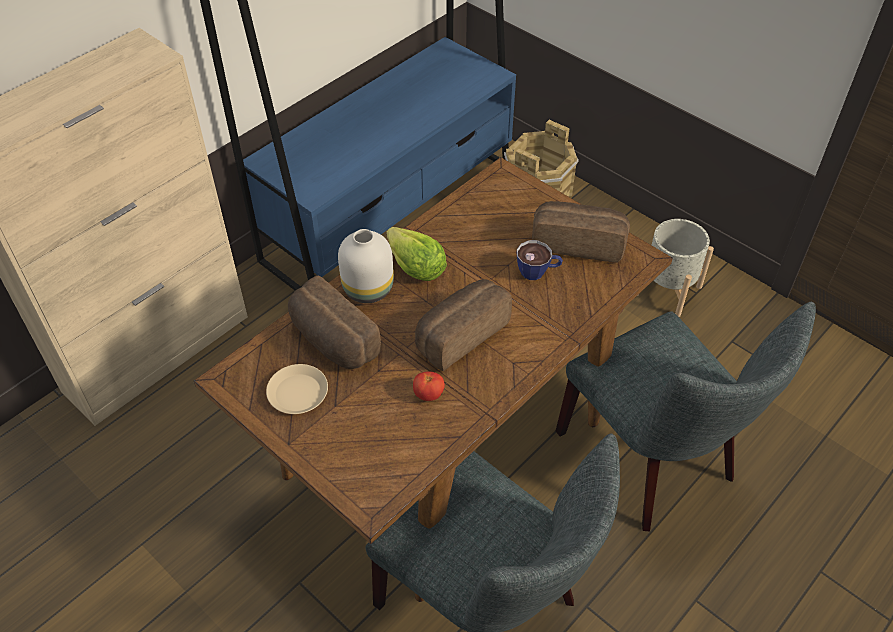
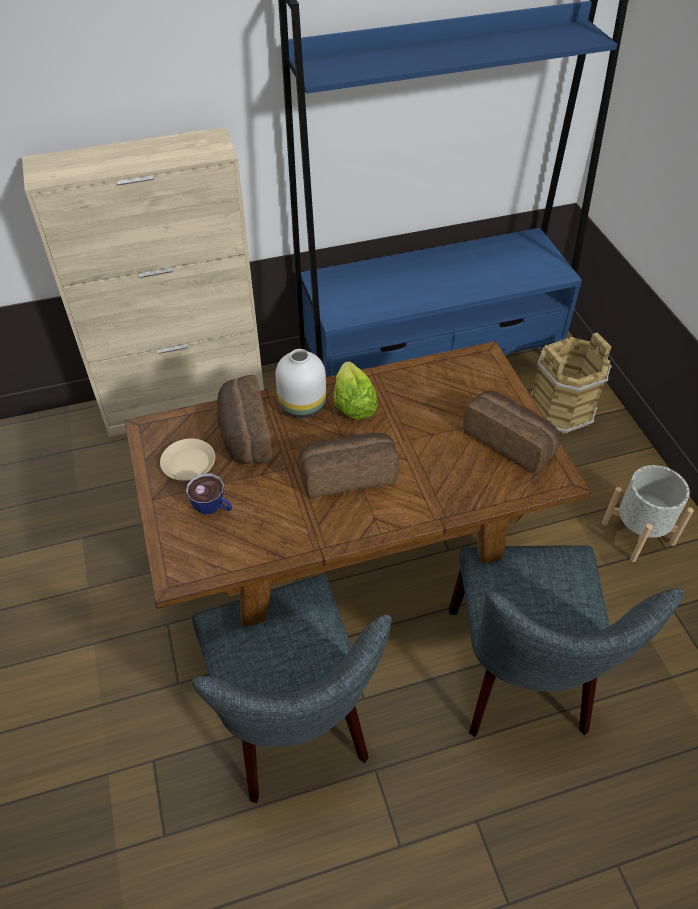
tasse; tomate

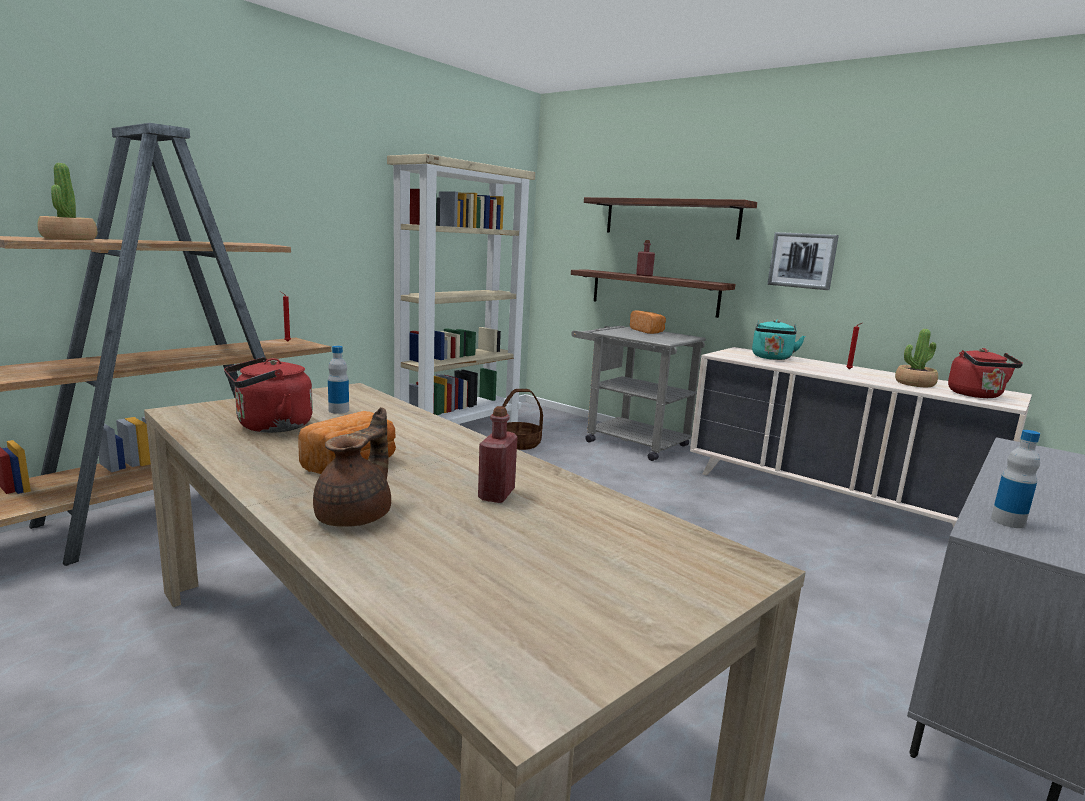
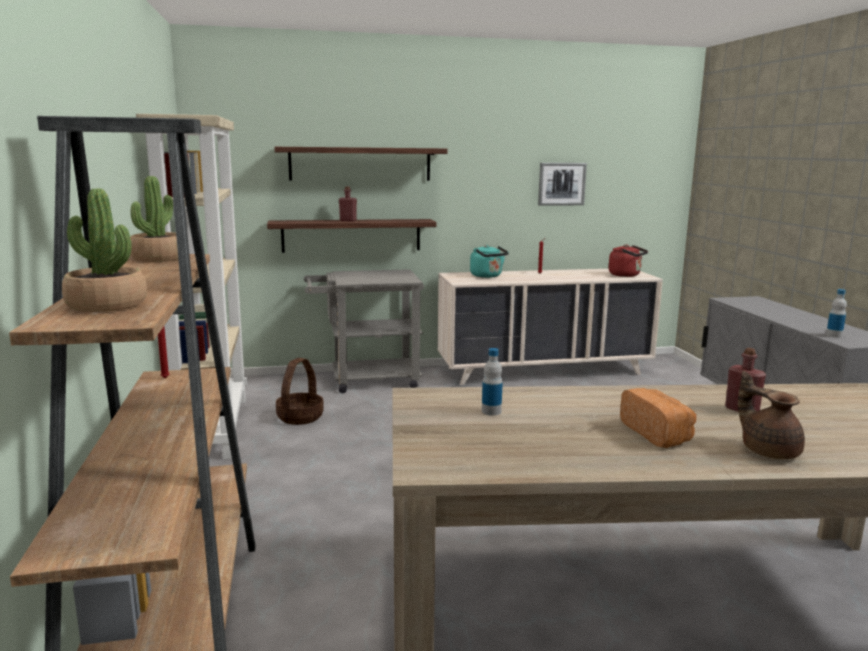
plante en pot (2nd from left); tableau; bouilloire/rouge (1st from left in the first image); pain (2nd from left in the first image)

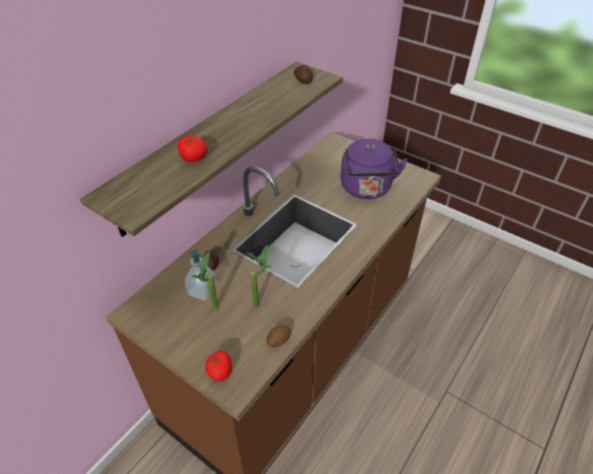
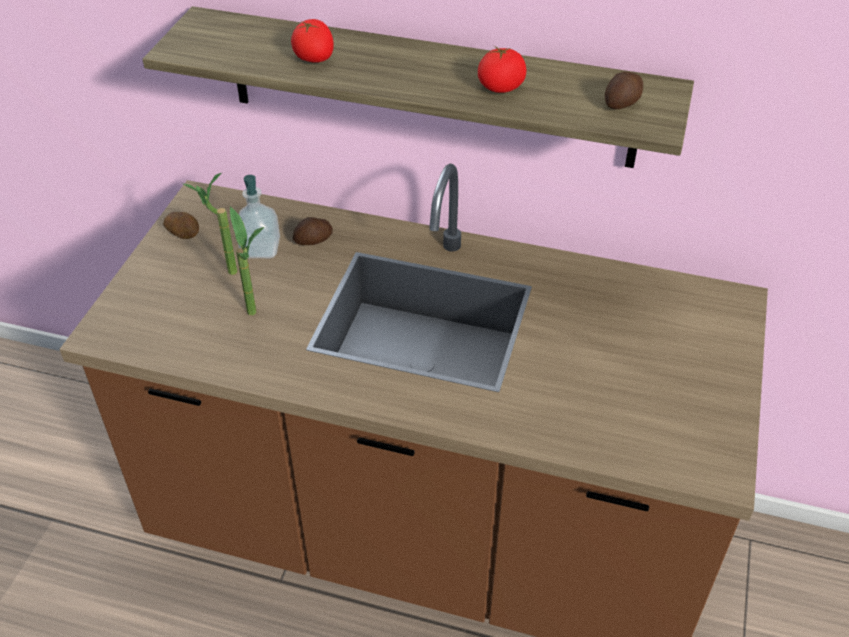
pomme de terre (1st from left); tomate (2nd from left); bouilloire/violet

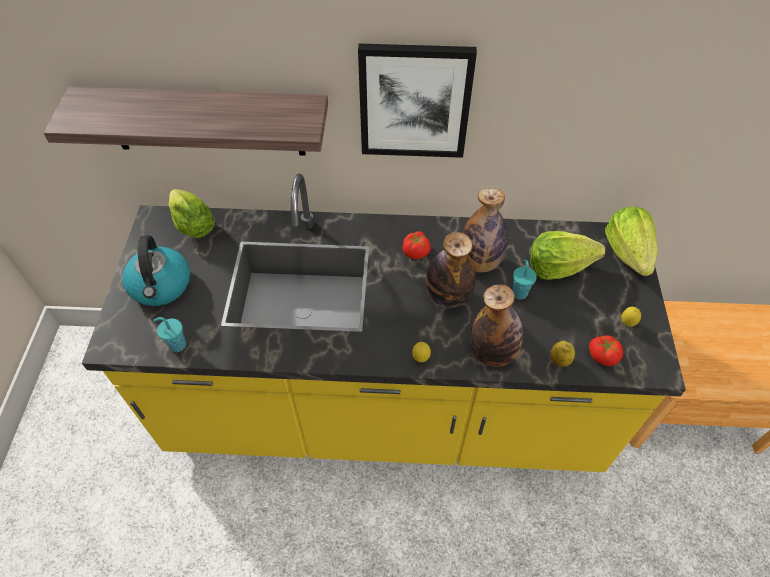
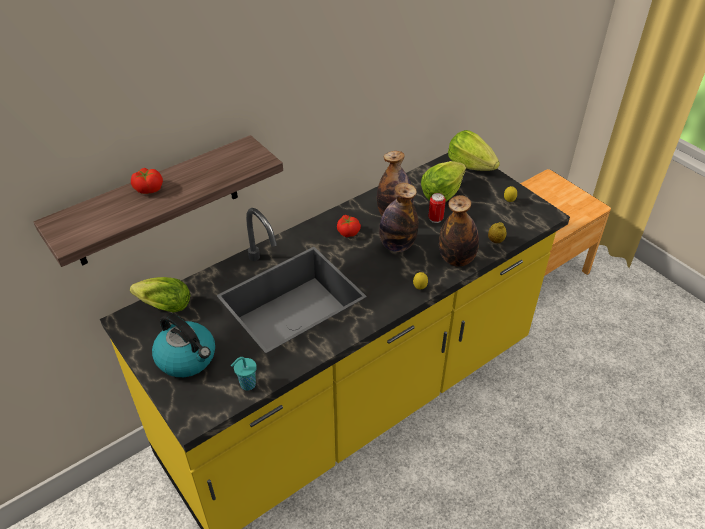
tomate (1st from left); boîte métallique; tableau

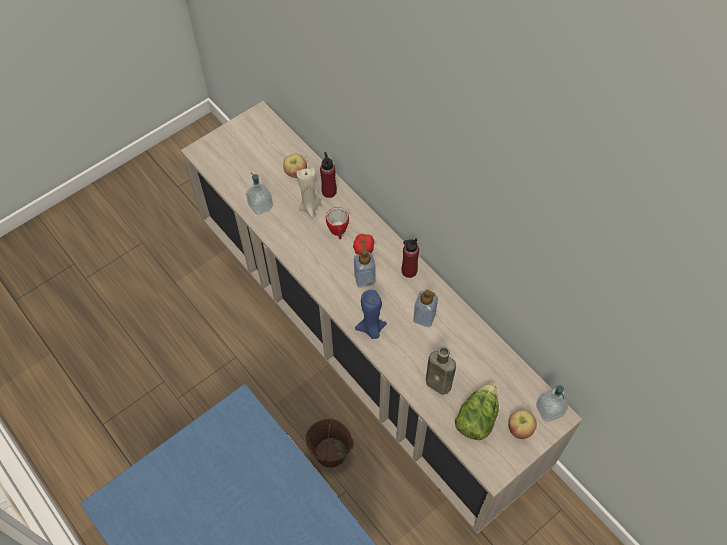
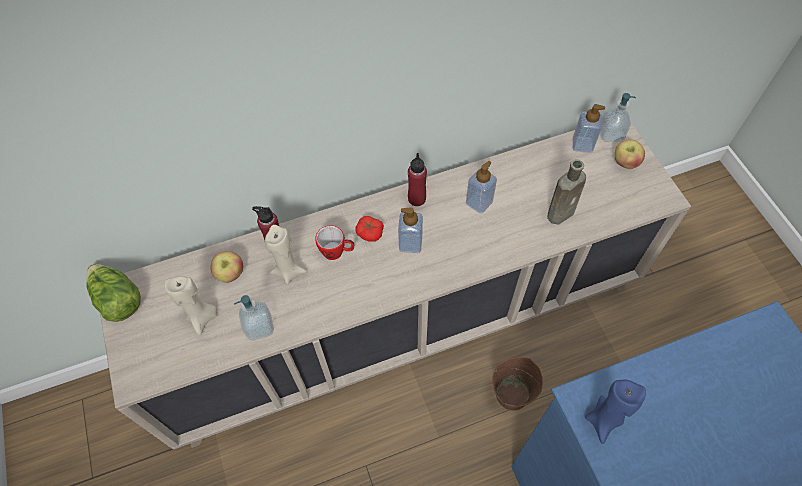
laitue; bougie/beige (1st from left); distributeur de savon (4th from left); bougie/bleu

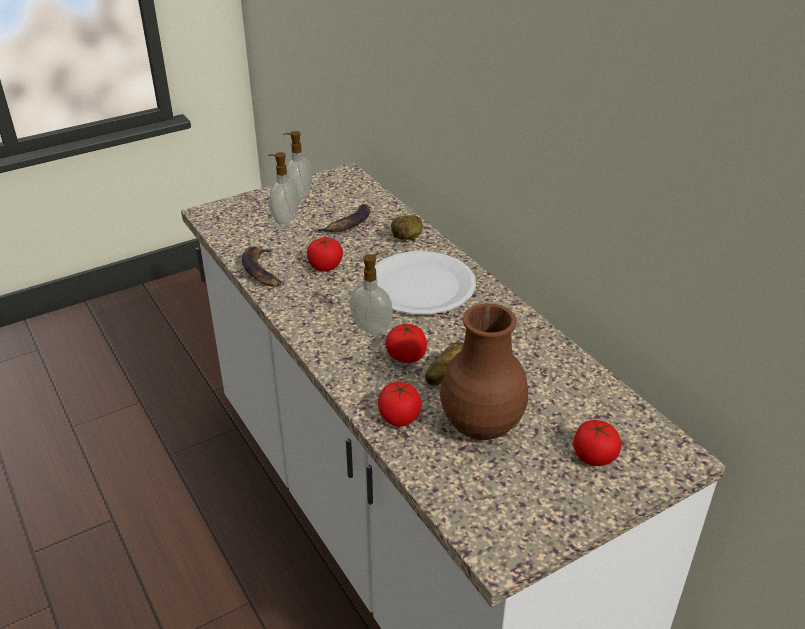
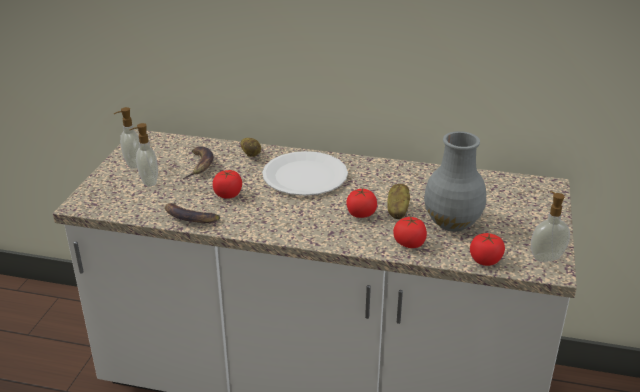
vase/gris; tomate (4th from left); distributeur de savon (3rd from left)

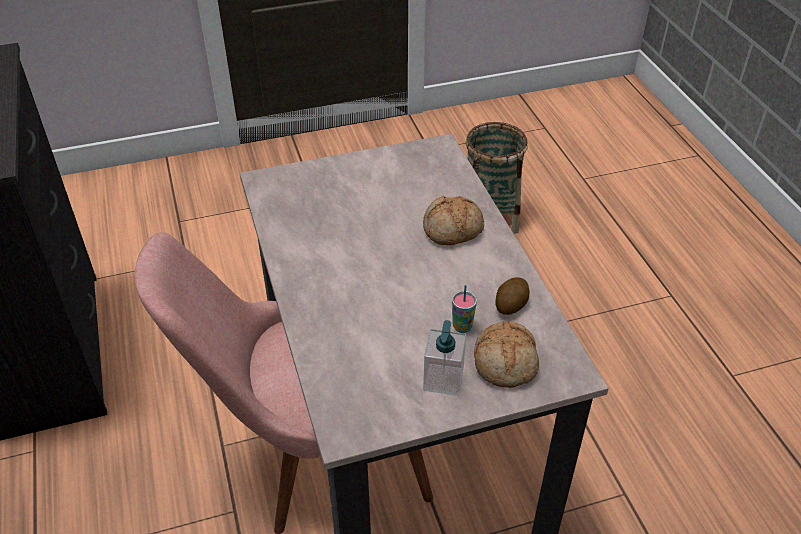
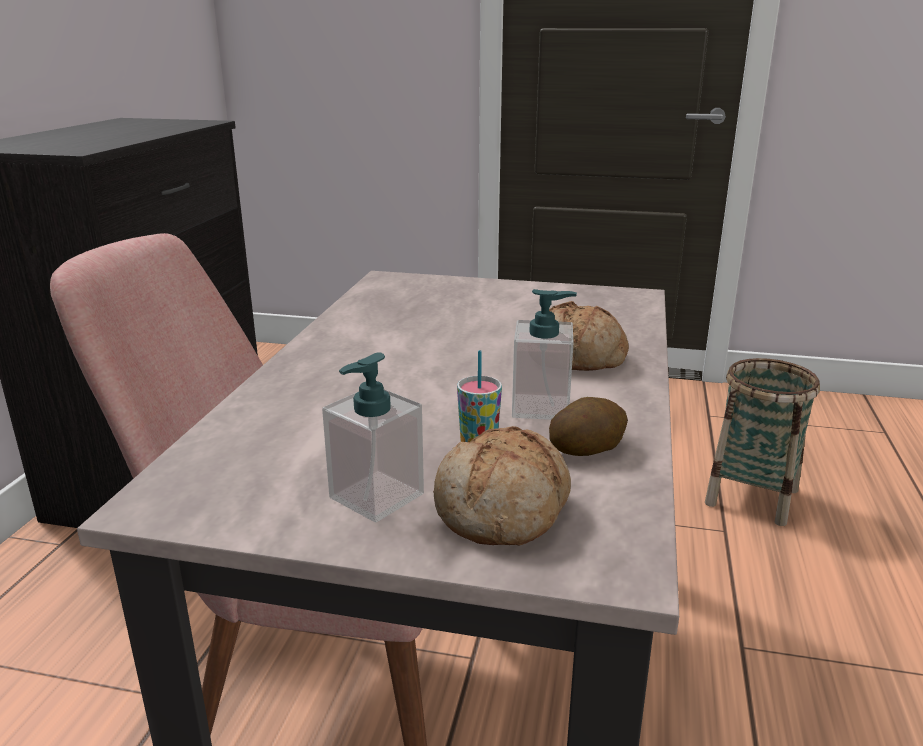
distributeur de savon (2nd from left)

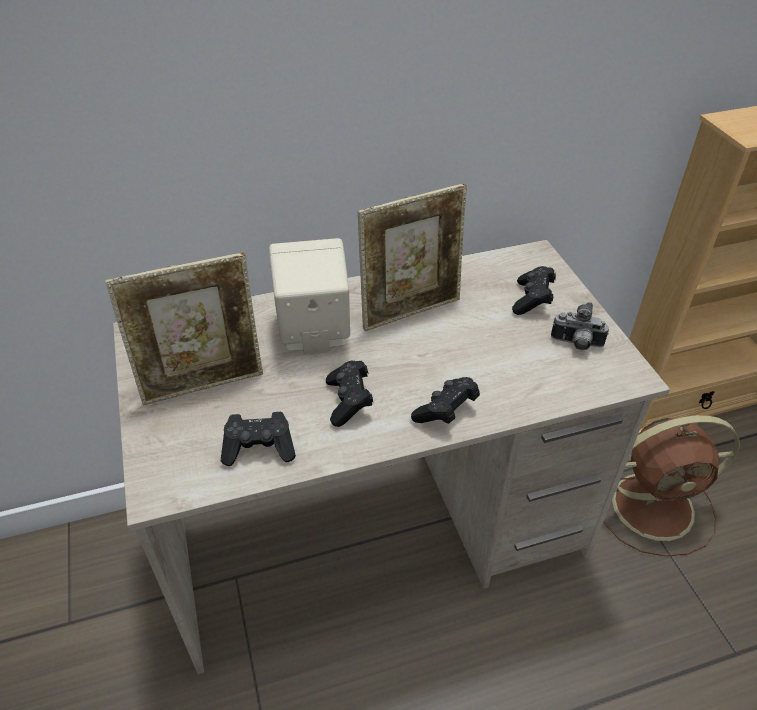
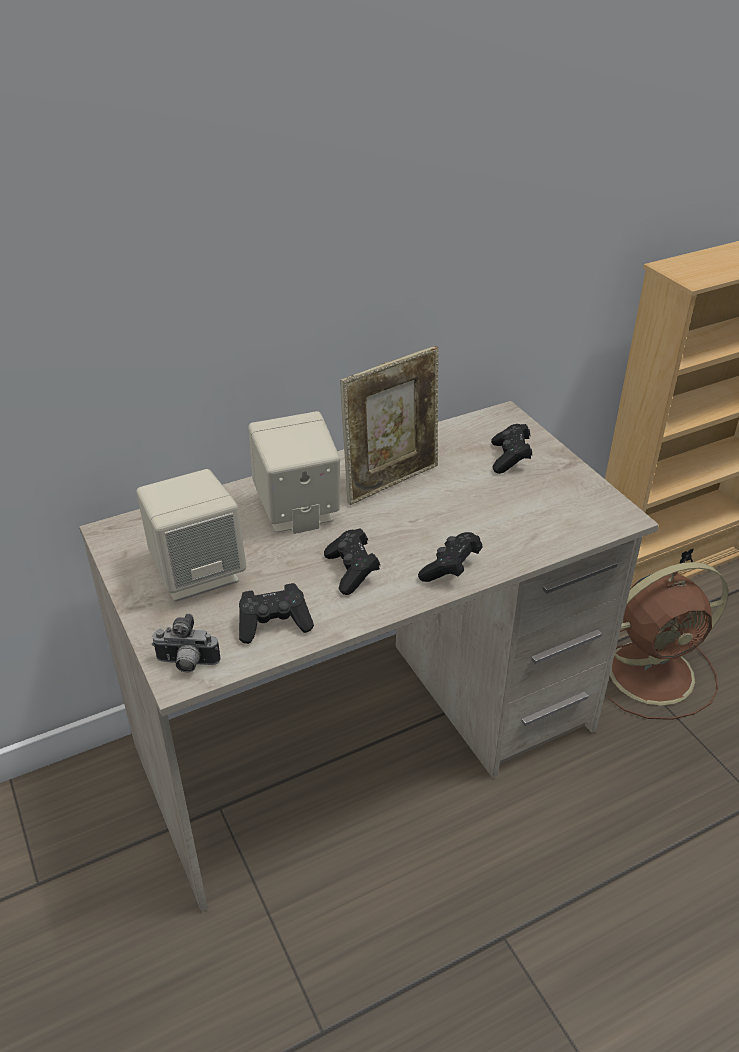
enceinte/beige (1st from left); appareil photo

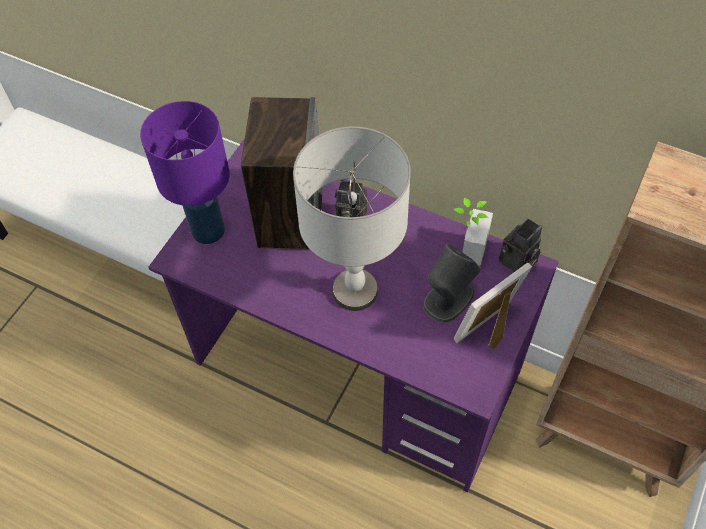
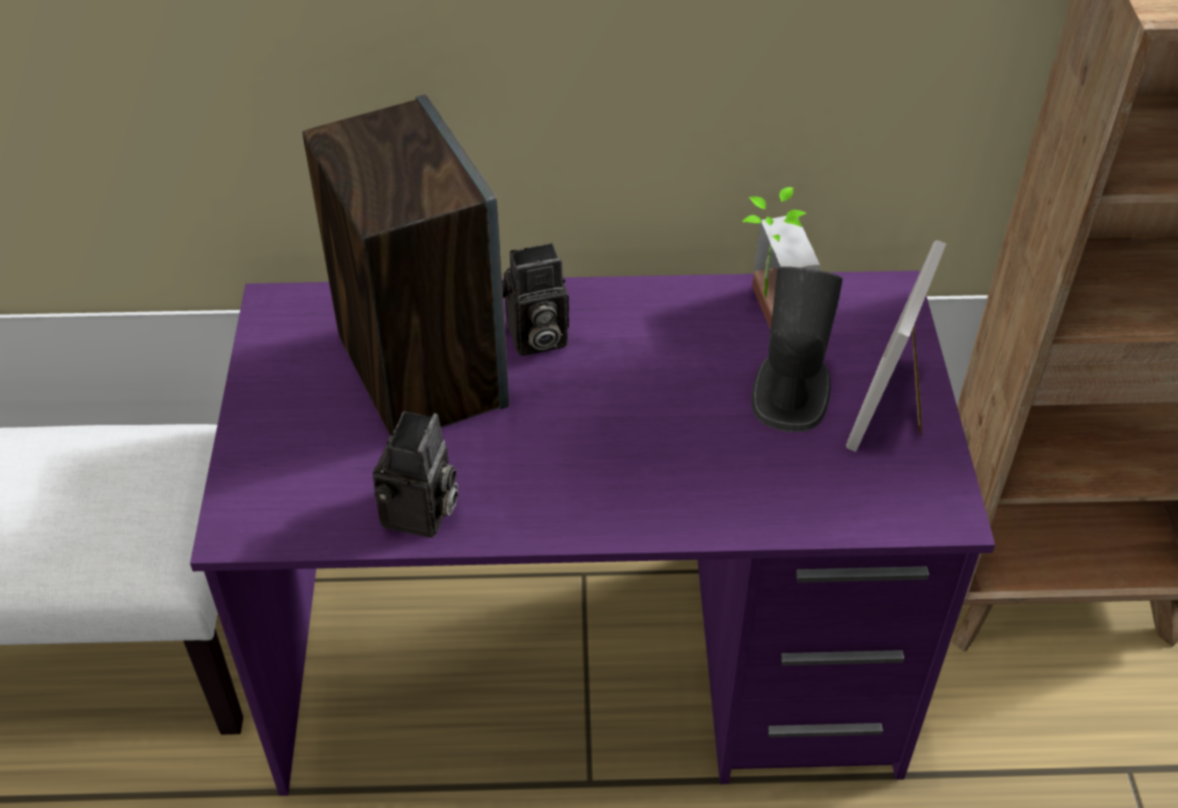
appareil photo (1st from left); lampe de table/violet; lampe de table/gris

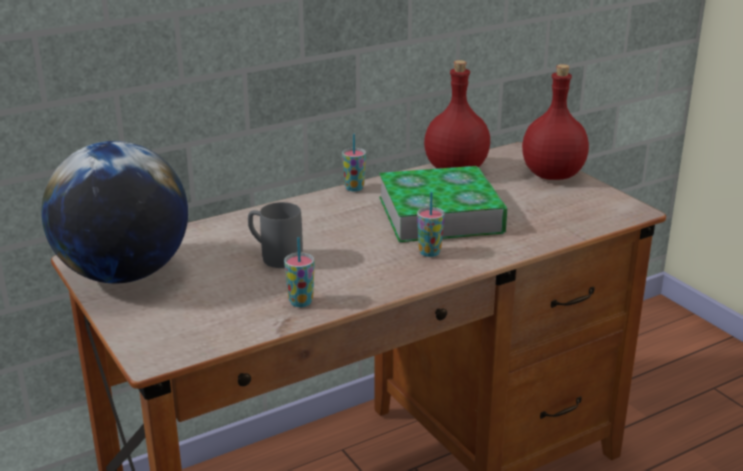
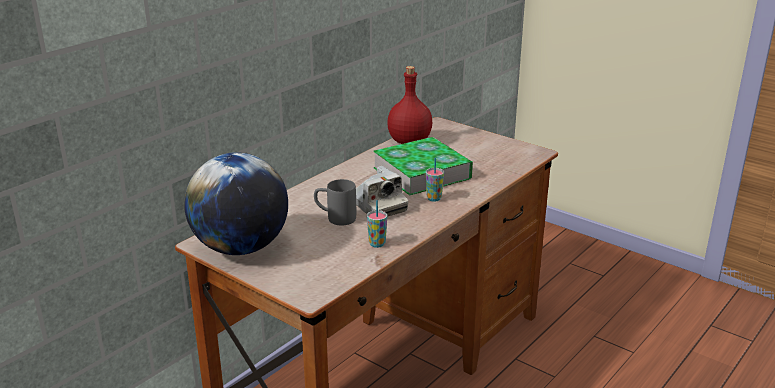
appareil photo; tasse (2nd from left in the first image); bouteille/rouge (2nd from left in the first image)

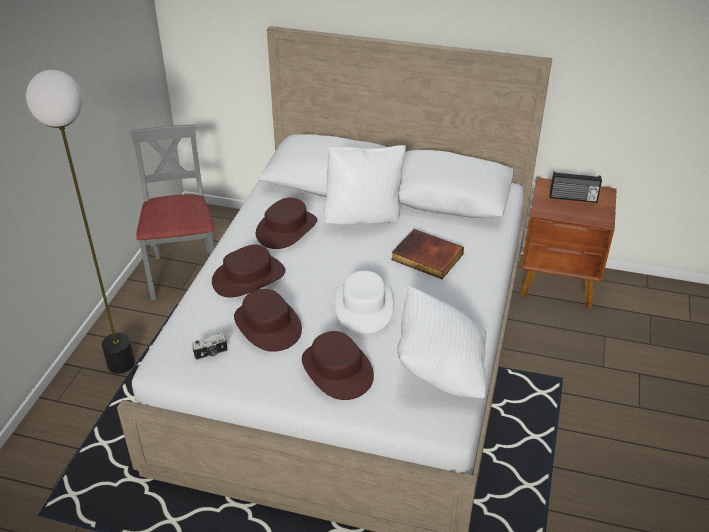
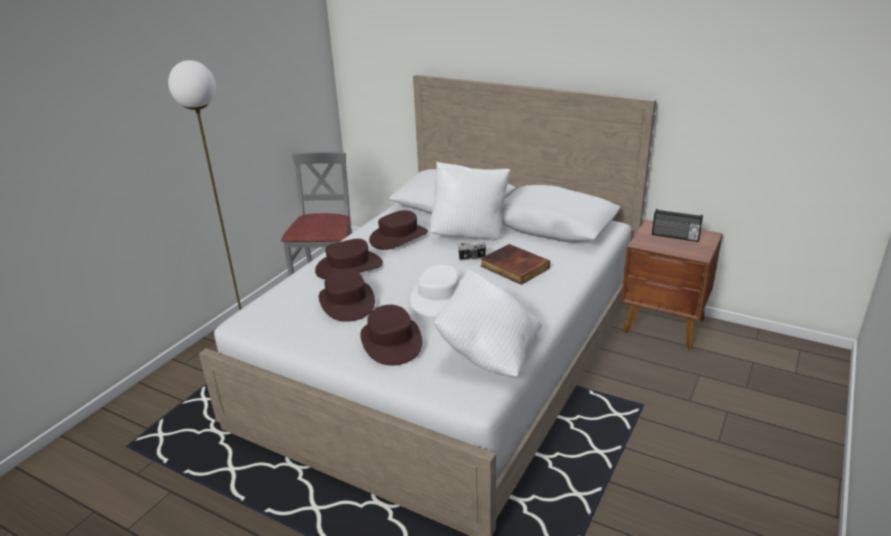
appareil photo

